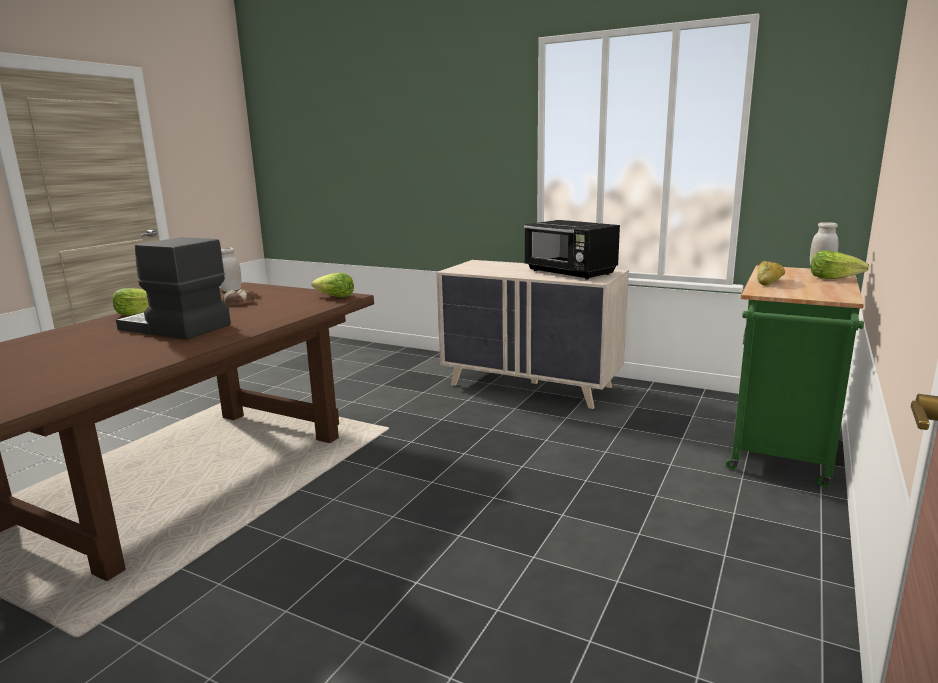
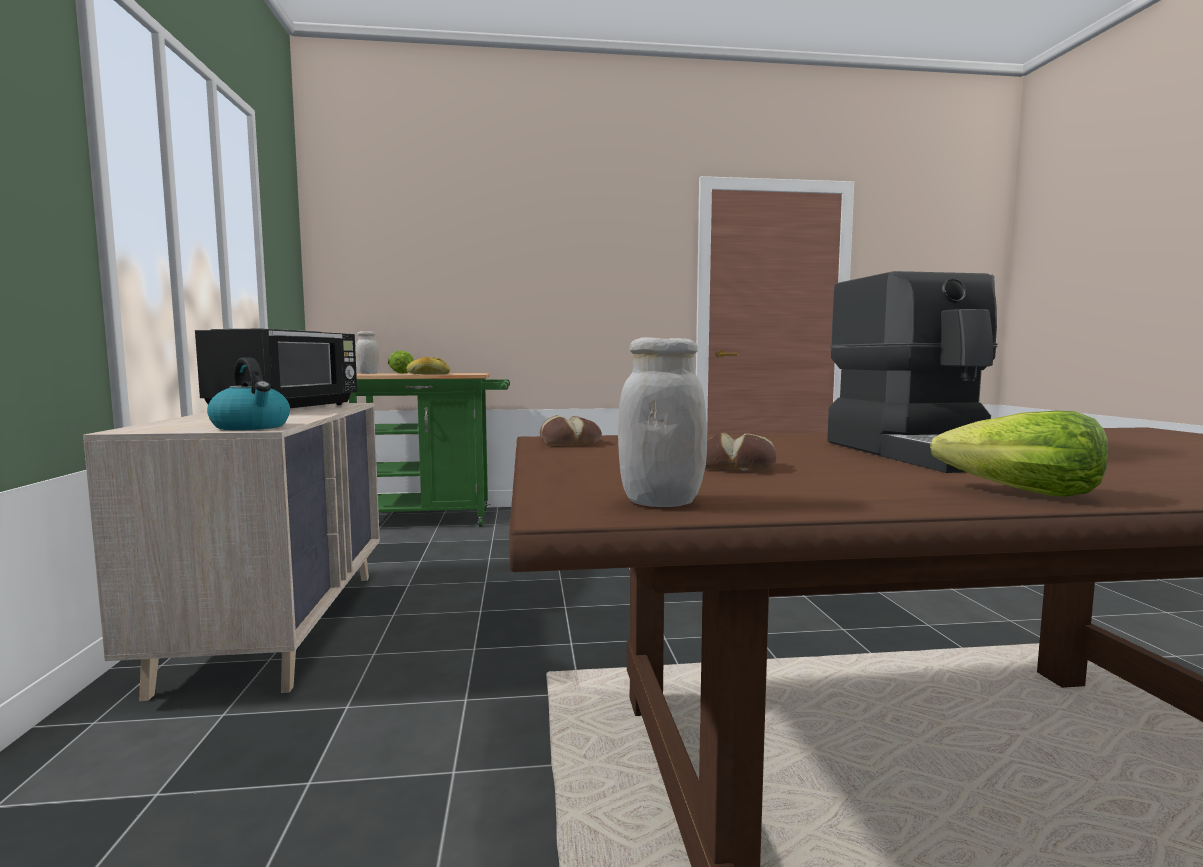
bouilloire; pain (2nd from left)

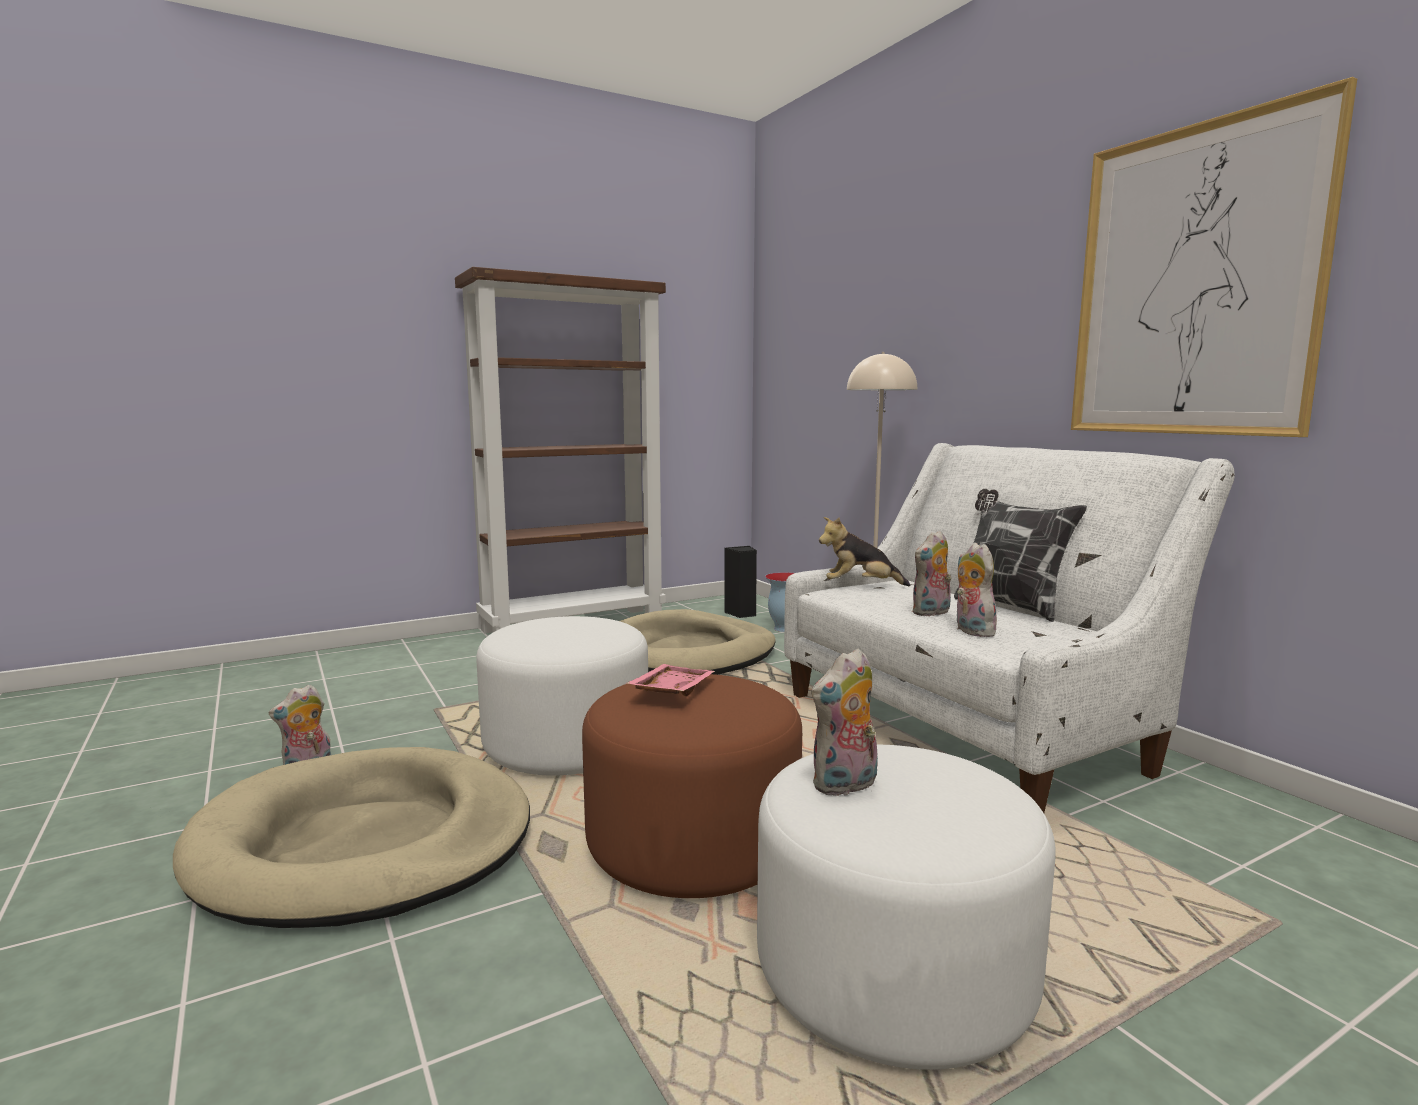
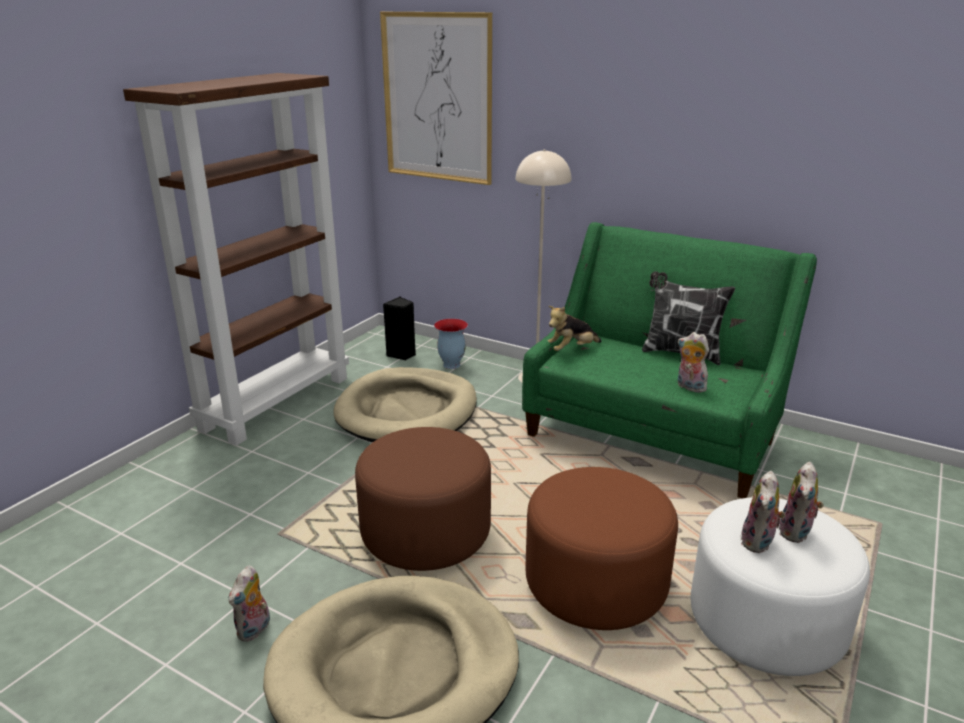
pouf/marron (1st from left); tableau; canapé/vert; peluche (5th from left); plateau/rose

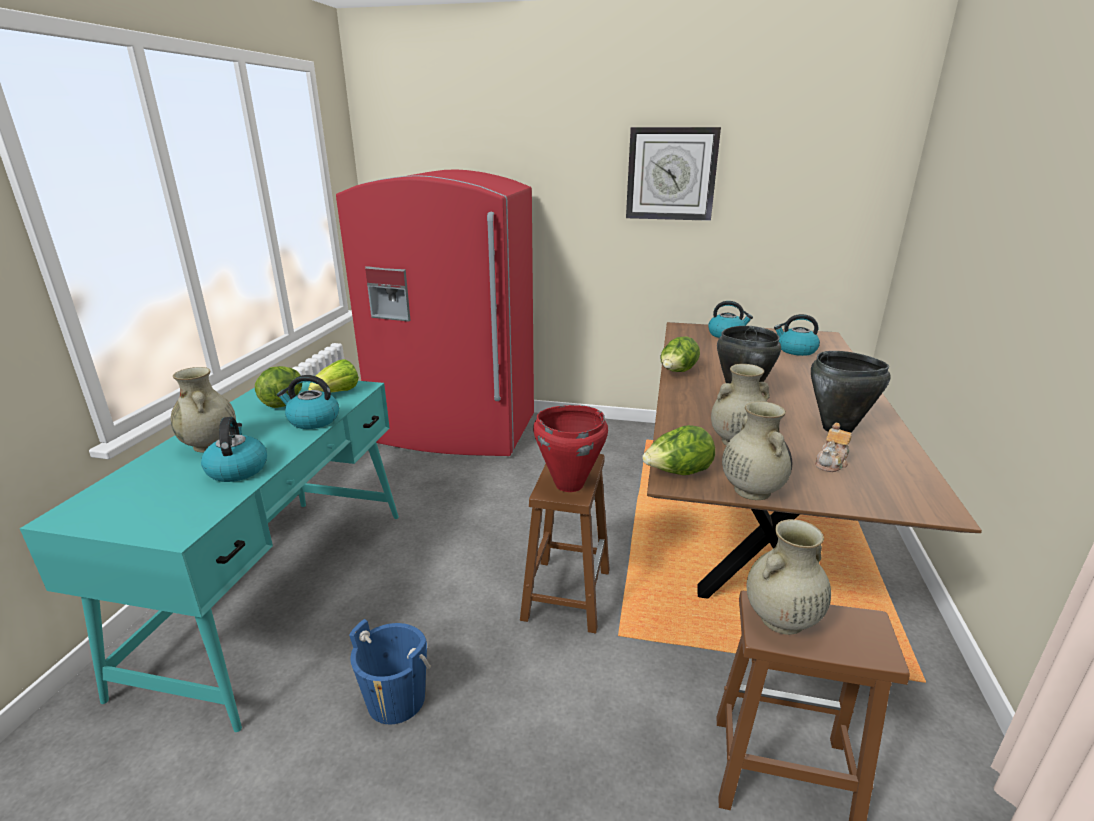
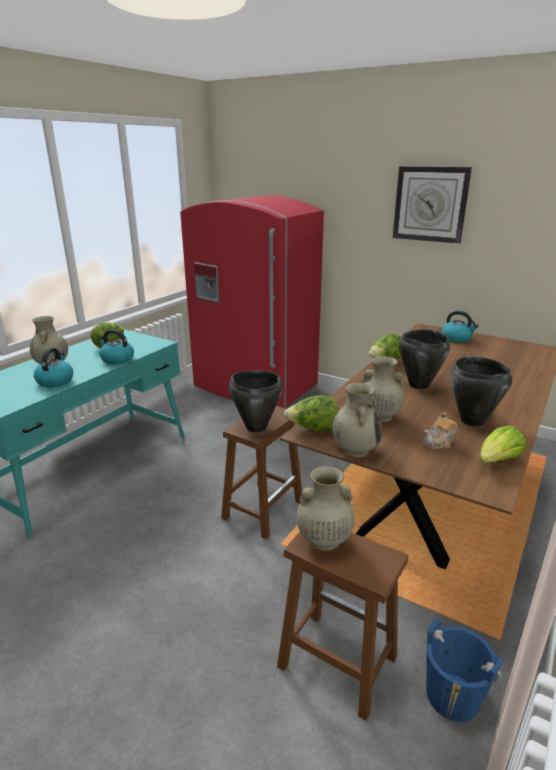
marmite/noir (1st from left); seau/bleu; laitue (4th from left); bouilloire (4th from left in the first image)

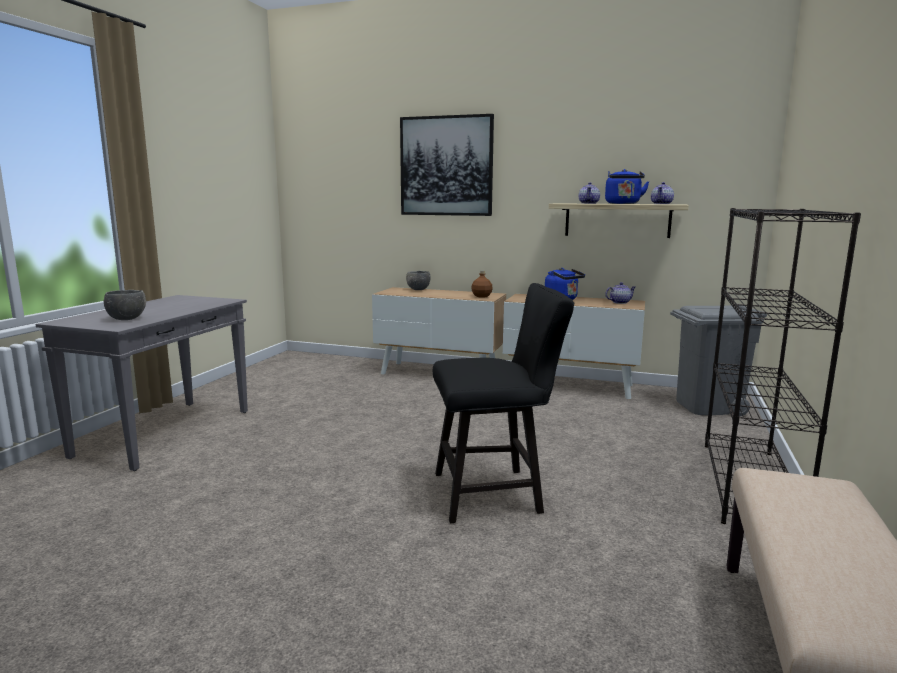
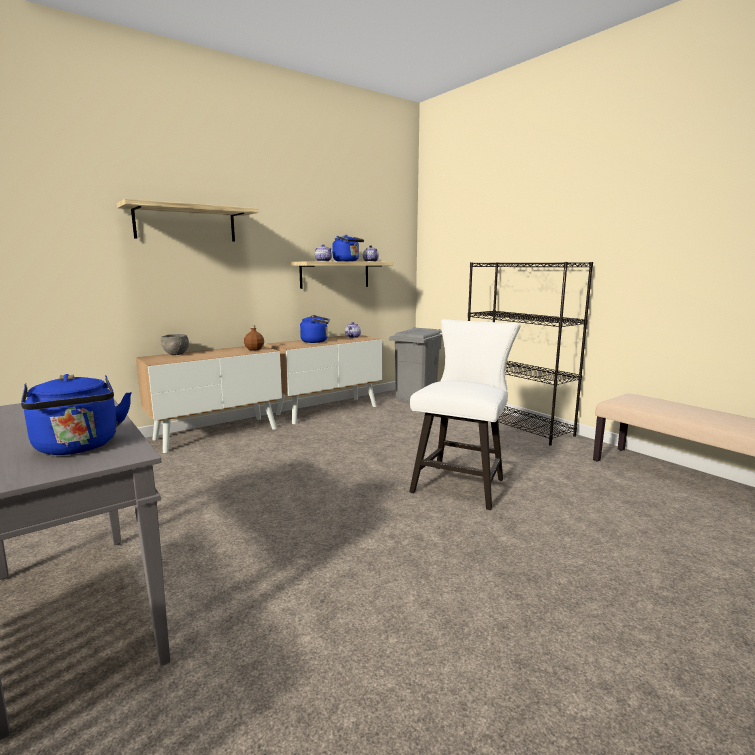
bouilloire/bleu (1st from left); étagère (1st from left); chaise/blanc

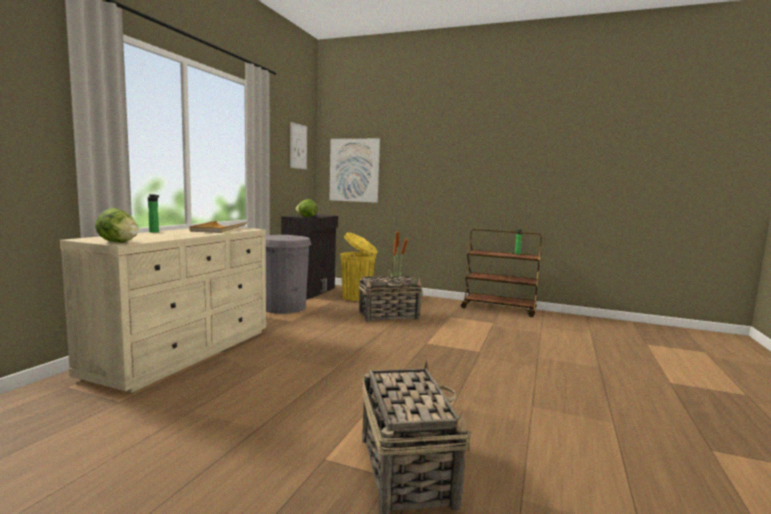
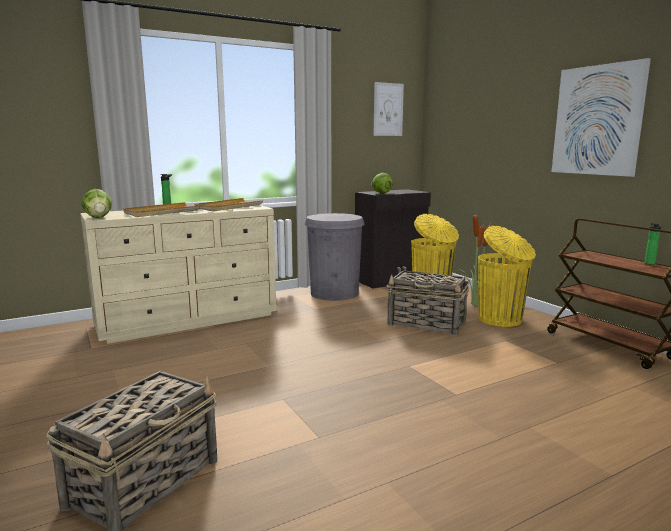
plateau/beige (1st from left); poubelle/jaune (2nd from left); tableau (2nd from left)

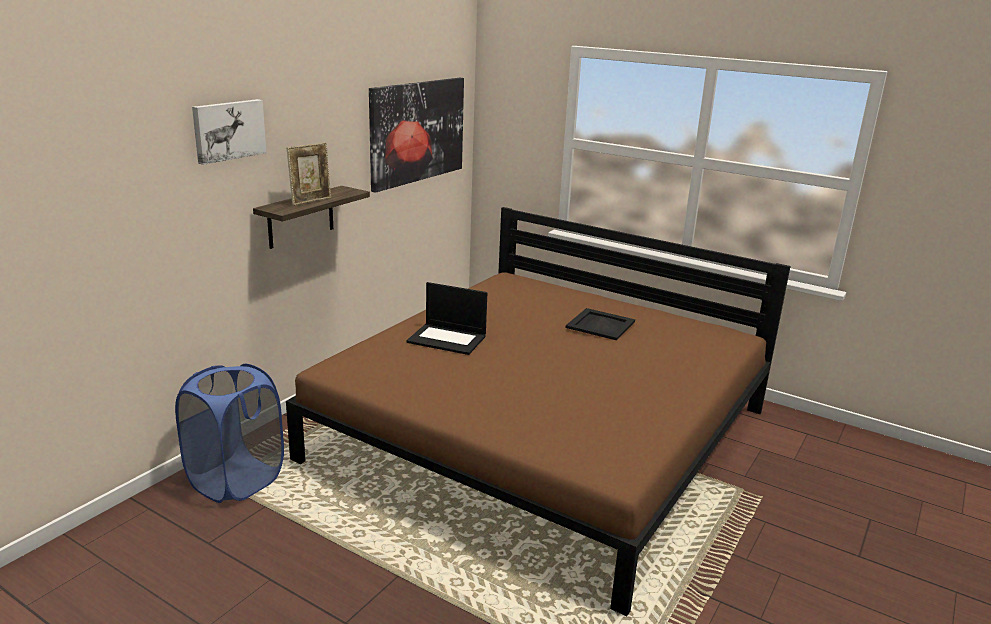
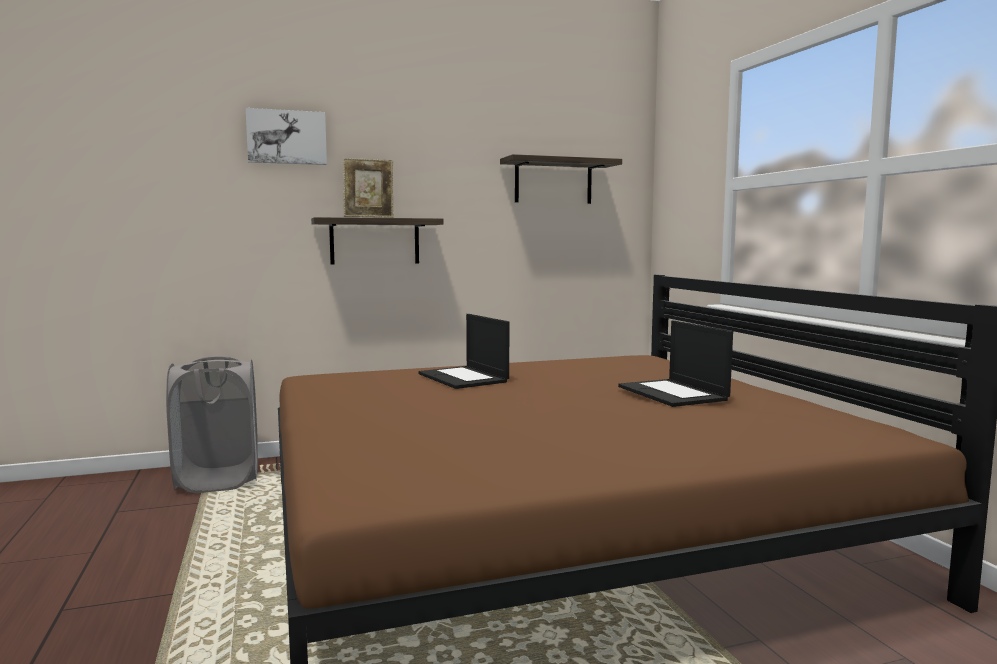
panier à linge/gris; étagère (2nd from left); ordinateur portable (2nd from left)

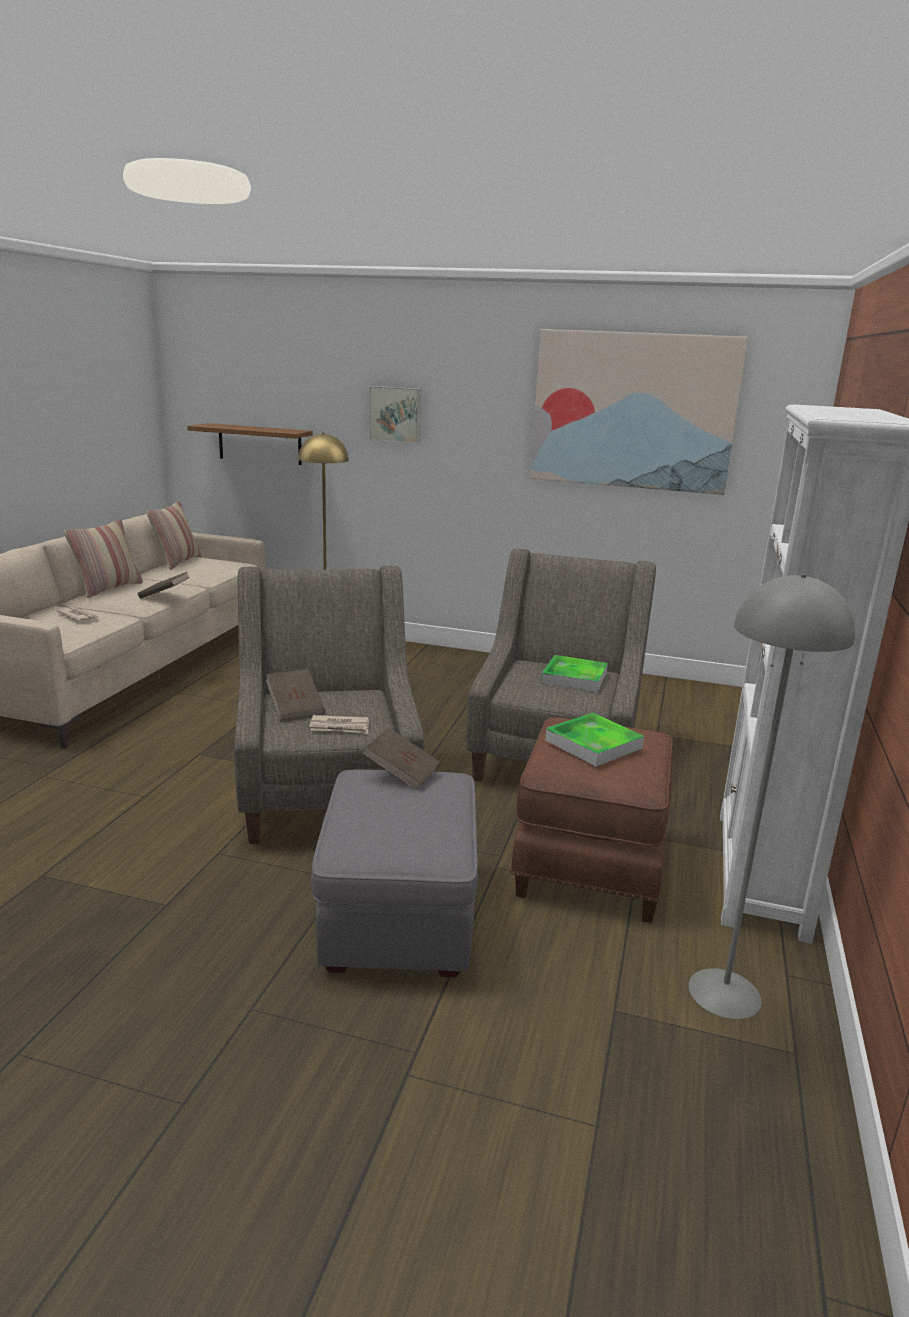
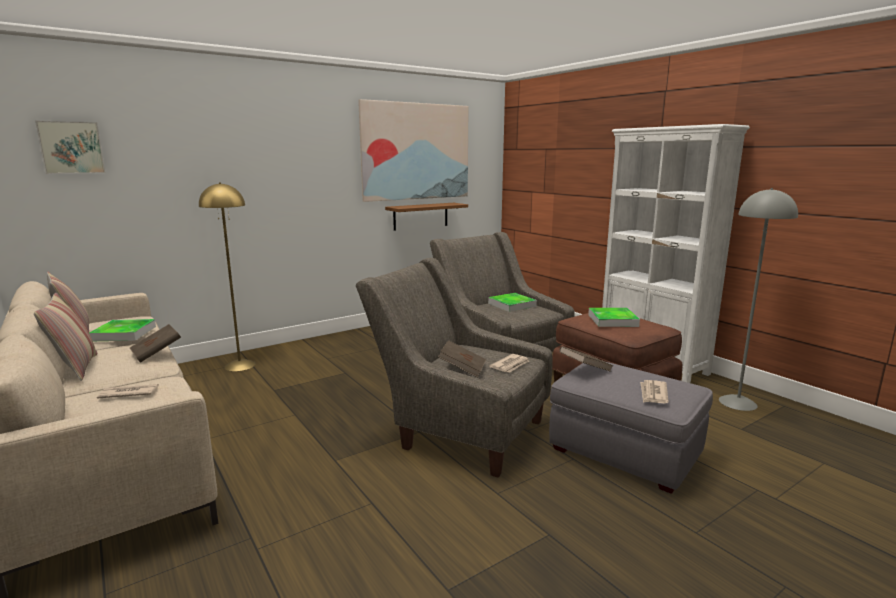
tableau (1st from left); plateau (1st from left); étagère/marron; journal (3rd from left)

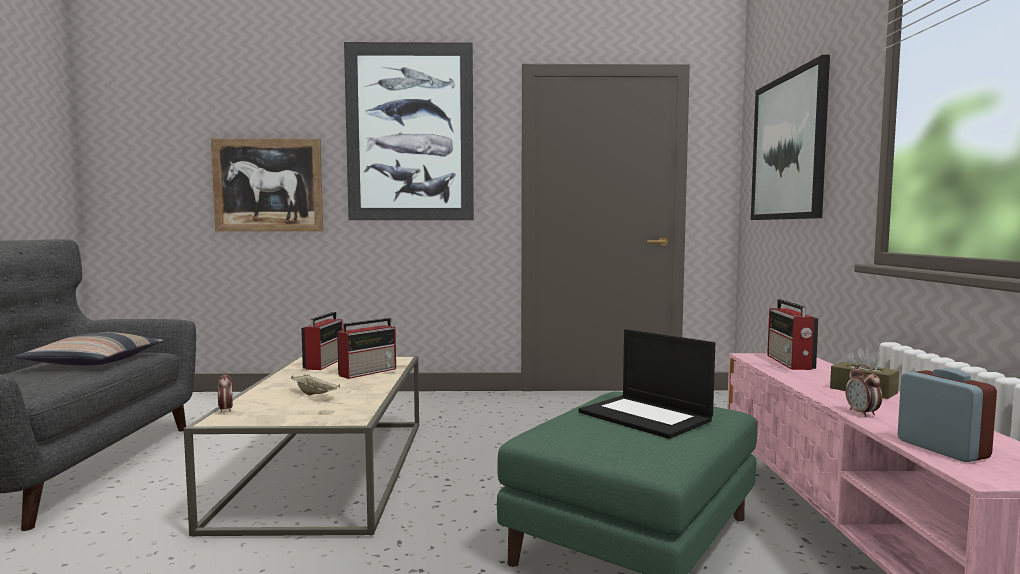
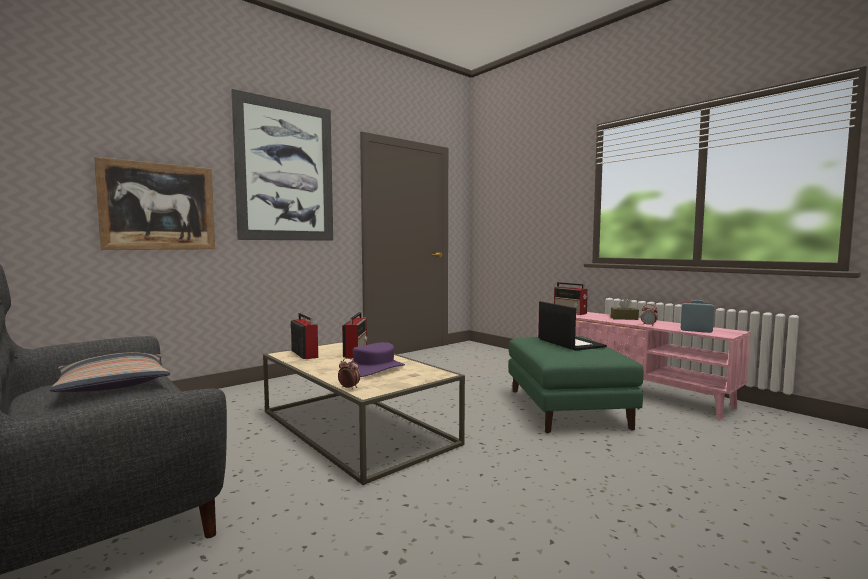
chapeau/violet; ordinateur portable; tableau (3rd from left in the first image)

